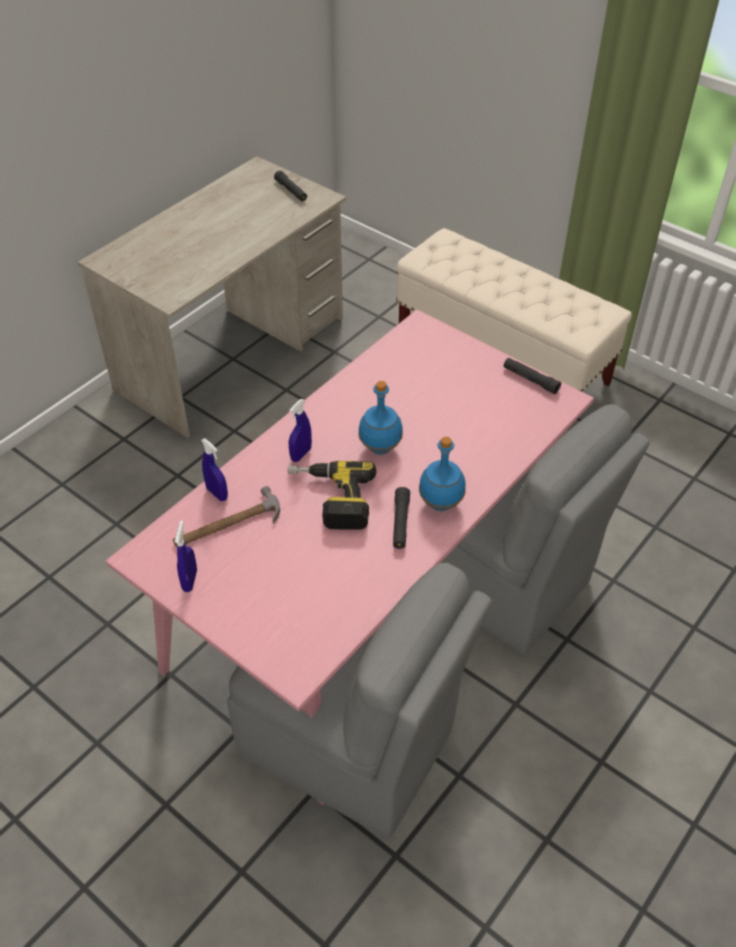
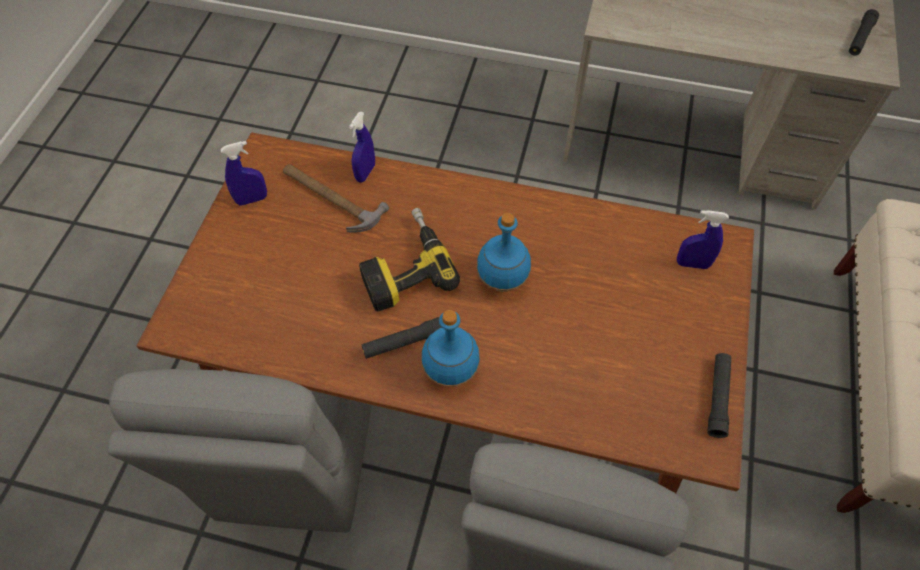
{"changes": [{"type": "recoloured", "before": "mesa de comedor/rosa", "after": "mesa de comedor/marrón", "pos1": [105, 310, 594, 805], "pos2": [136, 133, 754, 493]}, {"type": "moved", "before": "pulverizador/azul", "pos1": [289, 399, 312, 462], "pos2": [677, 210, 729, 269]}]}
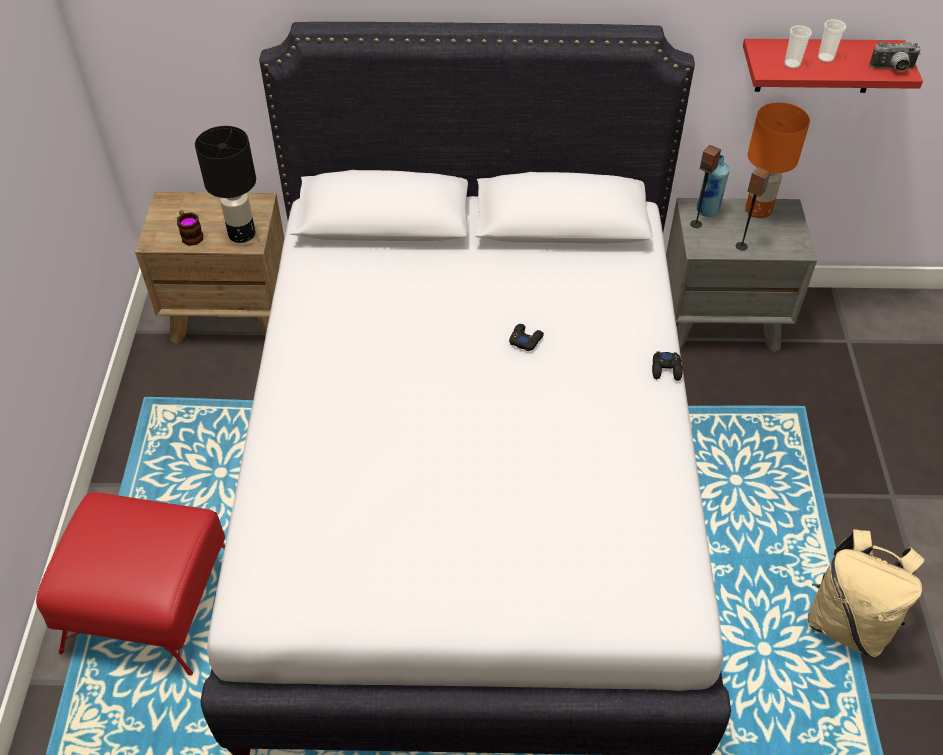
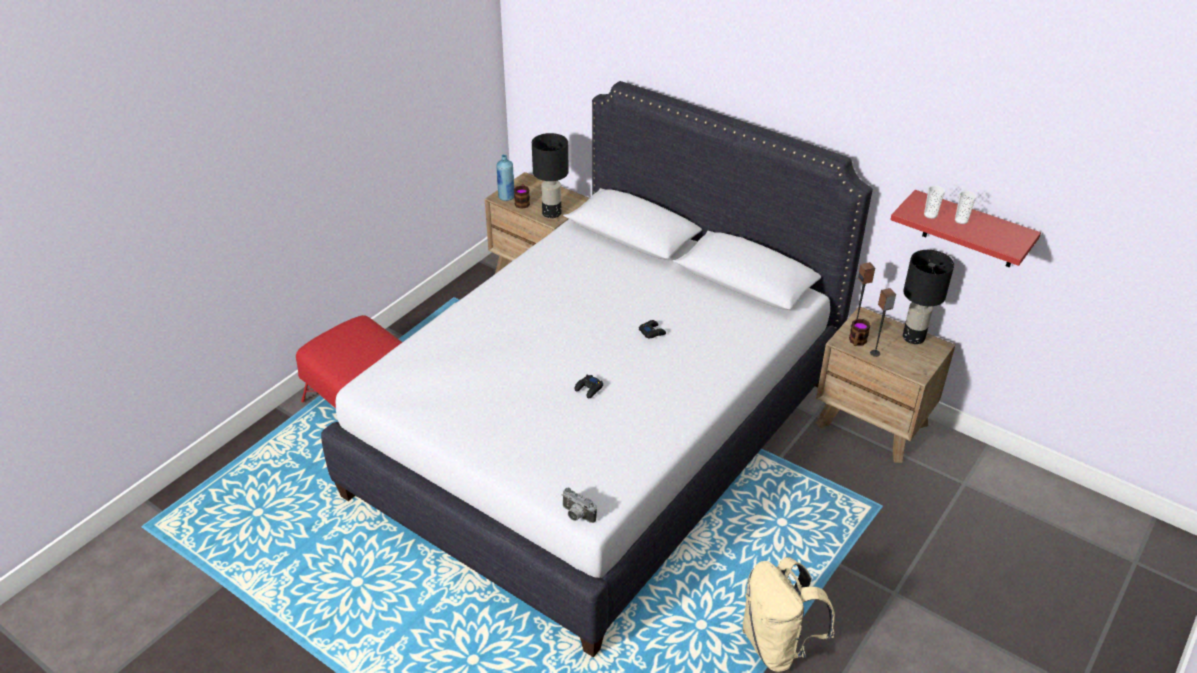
{"changes": [{"type": "moved", "before": "cámara", "pos1": [869, 41, 921, 71], "pos2": [562, 488, 597, 523]}, {"type": "recoloured", "before": "lámpara de mesa/naranja", "after": "lámpara de mesa/negro", "pos1": [745, 102, 810, 218], "pos2": [903, 250, 954, 344]}, {"type": "moved", "before": "botella/azul", "pos1": [696, 155, 730, 217], "pos2": [496, 154, 514, 201]}, {"type": "recoloured", "before": "mesita de noche/gris", "after": "mesita de noche/marrón", "pos1": [666, 198, 817, 352], "pos2": [816, 307, 956, 463]}, {"type": "moved", "before": "mando de consola/negro", "pos1": [652, 351, 683, 381], "pos2": [574, 375, 603, 398]}, {"type": "added", "after": "taza grande", "pos2": [849, 319, 870, 346]}]}
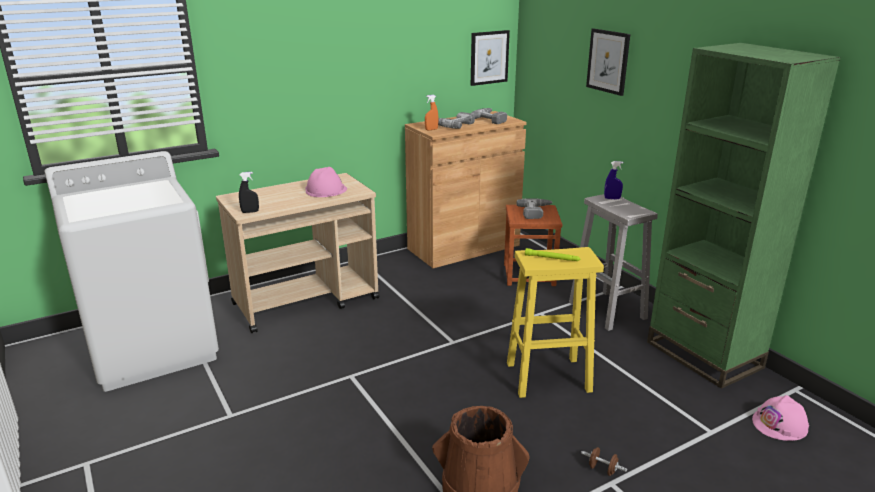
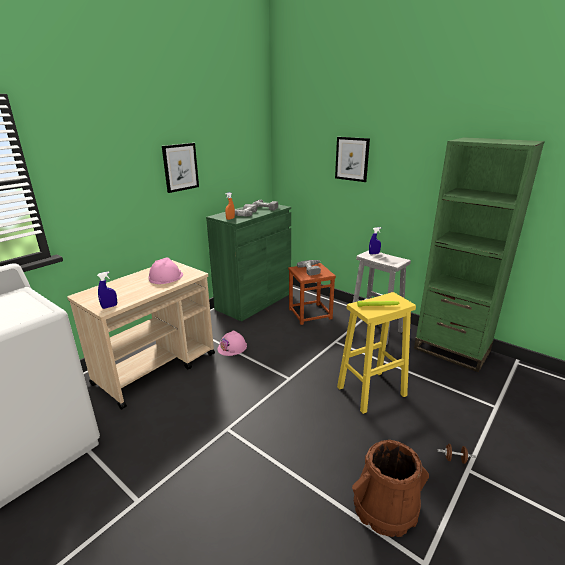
{"changes": [{"type": "moved", "before": "cuadro", "pos1": [471, 30, 510, 86], "pos2": [162, 143, 199, 193]}, {"type": "recoloured", "before": "armario/marrón", "after": "armario/verde", "pos1": [405, 111, 526, 268], "pos2": [206, 202, 291, 322]}, {"type": "recoloured", "before": "pulverizador/negro", "after": "pulverizador/azul", "pos1": [239, 172, 259, 213], "pos2": [97, 271, 117, 309]}, {"type": "moved", "before": "casco/rosa", "pos1": [752, 395, 809, 441], "pos2": [217, 331, 247, 356]}]}
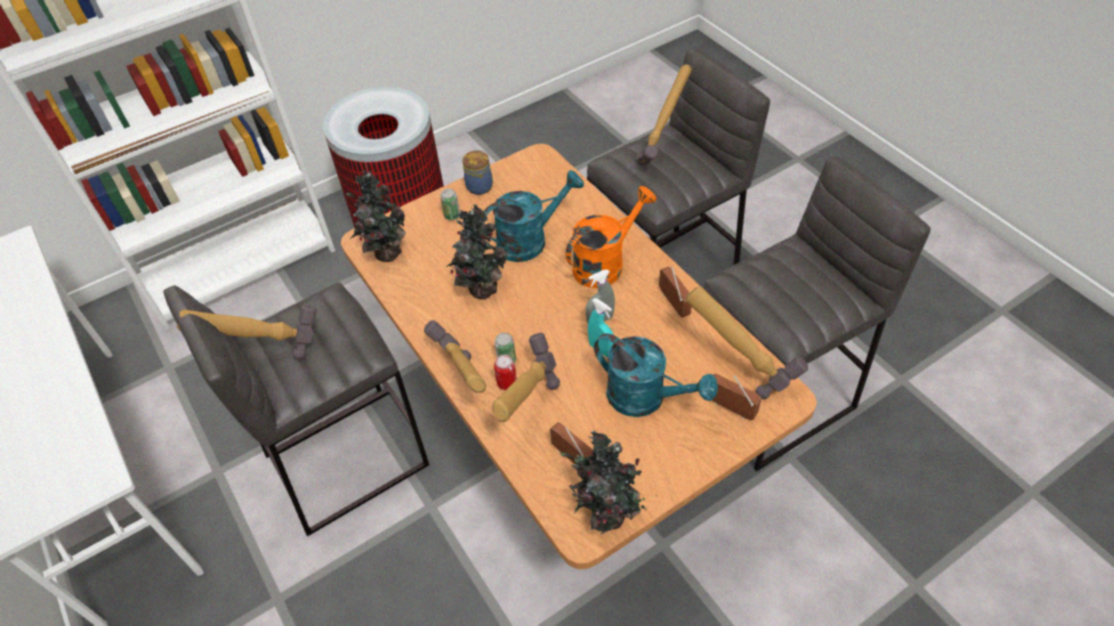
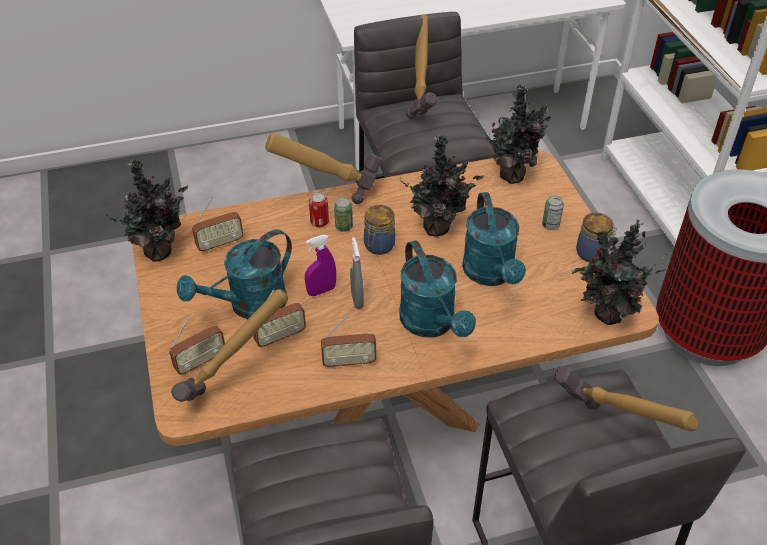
{"changes": [{"type": "recoloured", "before": "regadera/naranja", "after": "regadera/turquesa", "pos1": [566, 186, 656, 288], "pos2": [399, 240, 476, 337]}, {"type": "recoloured", "before": "pulverizador/turquesa", "after": "pulverizador/morado", "pos1": [588, 298, 614, 357], "pos2": [305, 235, 336, 296]}, {"type": "removed", "before": "martillo", "pos1": [493, 333, 560, 422]}, {"type": "added", "after": "tarro", "pos2": [364, 205, 395, 255]}, {"type": "added", "after": "planta en maceta", "pos2": [572, 219, 665, 325]}, {"type": "added", "after": "radio", "pos2": [253, 289, 306, 347]}]}
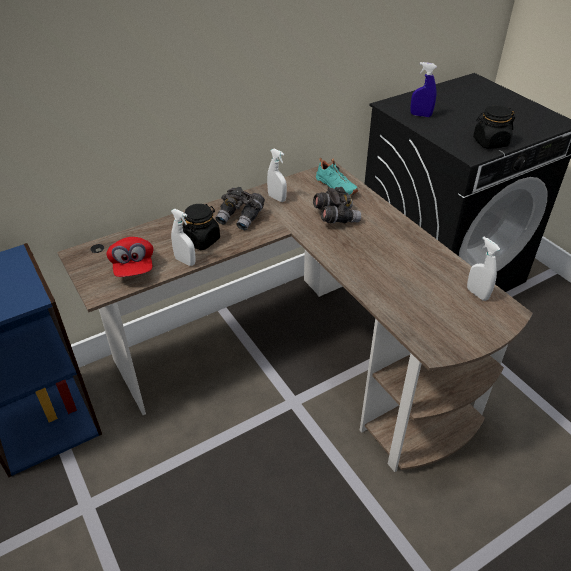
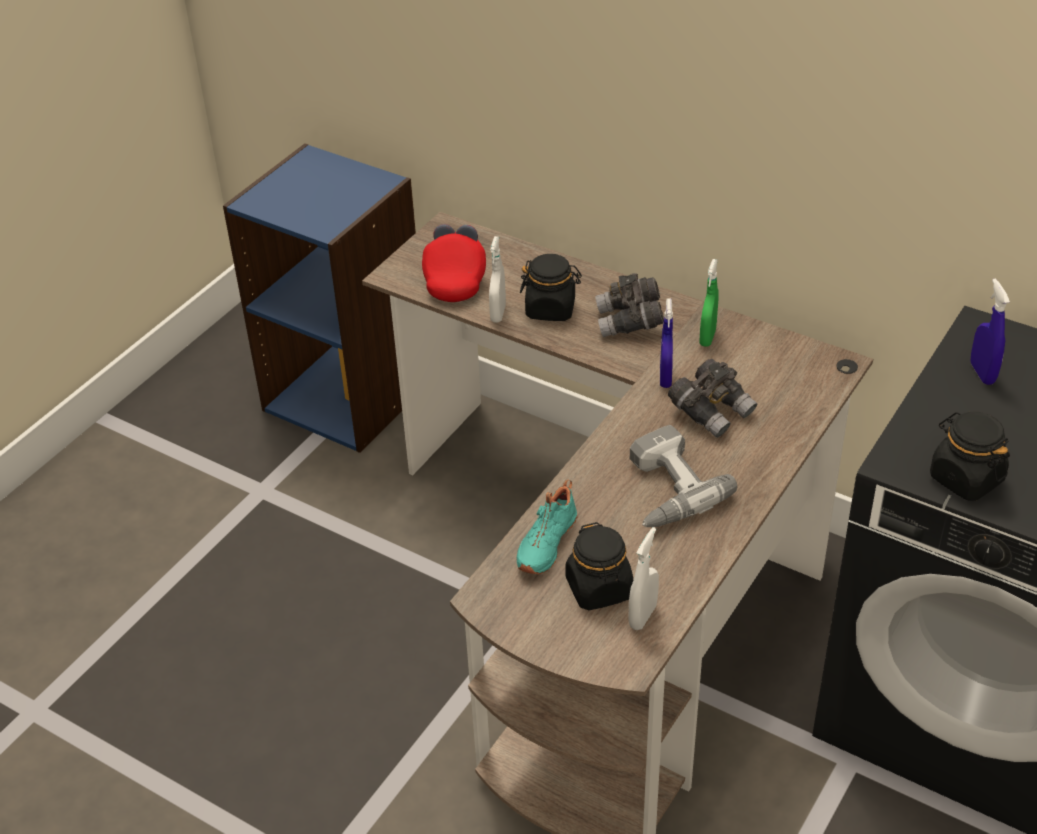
{"changes": [{"type": "recoloured", "before": "pulverizador/blanco", "after": "pulverizador/verde", "pos1": [267, 148, 287, 202], "pos2": [699, 259, 718, 347]}, {"type": "moved", "before": "zapato/turquesa", "pos1": [316, 158, 358, 195], "pos2": [517, 480, 577, 574]}, {"type": "turned", "before": "gorra/rojo", "pos1": [107, 237, 153, 277], "pos2": [422, 224, 486, 302], "turn": 135}, {"type": "added", "after": "pulverizador/azul", "pos2": [660, 298, 673, 388]}, {"type": "added", "after": "taladro", "pos2": [630, 425, 737, 527]}, {"type": "added", "after": "tarro/negro", "pos2": [566, 522, 633, 610]}]}
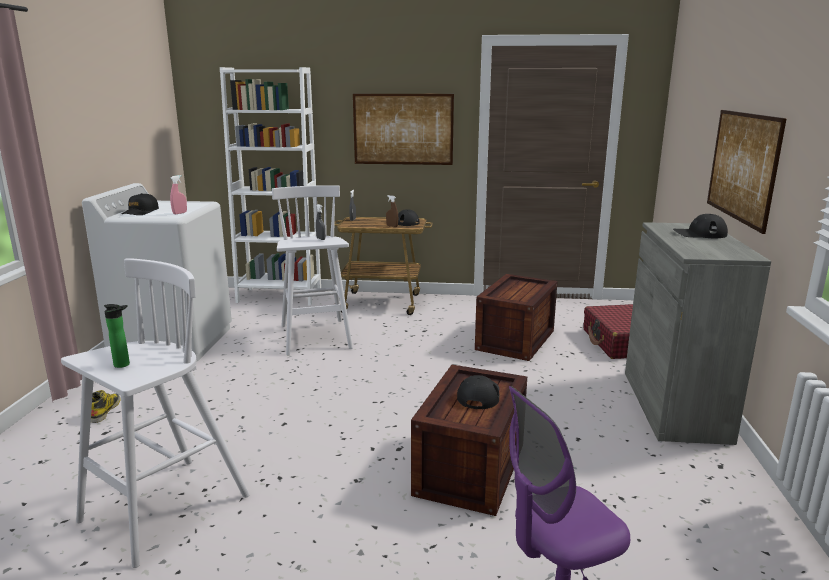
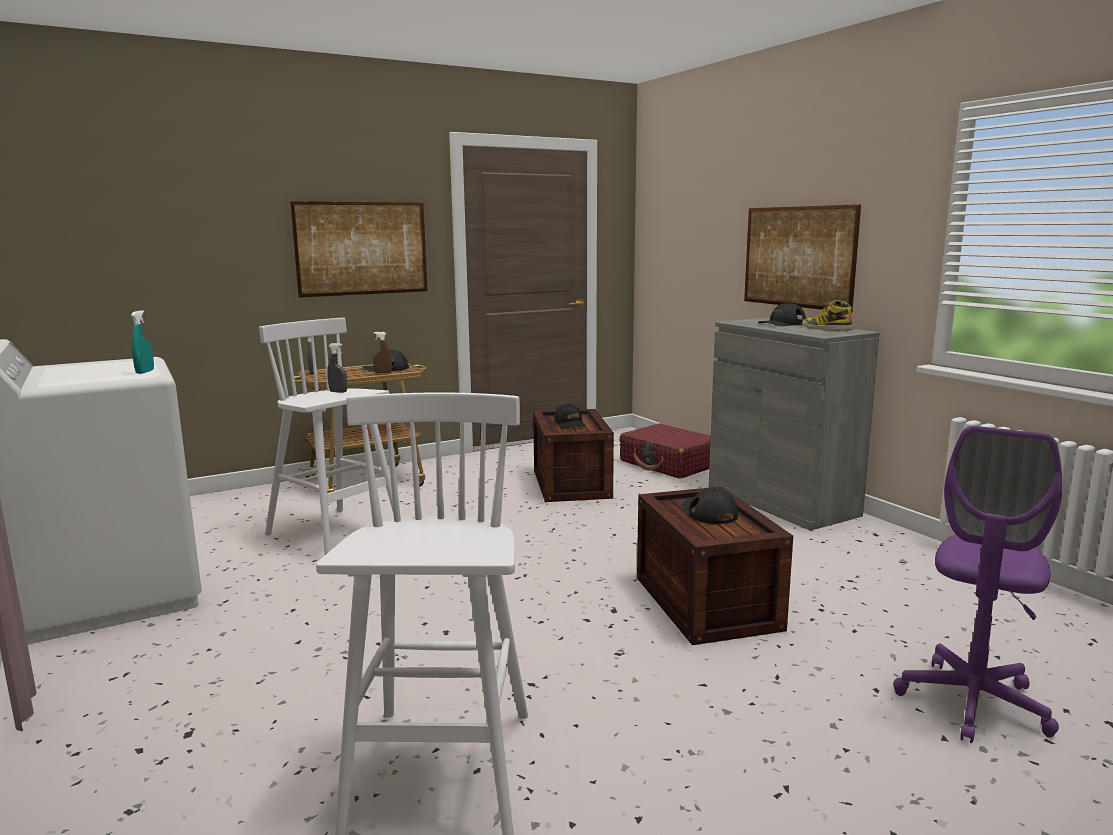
{"changes": [{"type": "removed", "before": "estantería/blanco", "pos1": [220, 67, 321, 306]}, {"type": "recoloured", "before": "pulverizador/rosa", "after": "pulverizador/turquesa", "pos1": [170, 175, 187, 214], "pos2": [131, 310, 154, 374]}, {"type": "moved", "before": "gorra/negro", "pos1": [122, 193, 159, 215], "pos2": [554, 404, 586, 429]}, {"type": "removed", "before": "botella", "pos1": [104, 304, 130, 368]}, {"type": "moved", "before": "bota", "pos1": [91, 390, 121, 423], "pos2": [802, 300, 852, 331]}]}
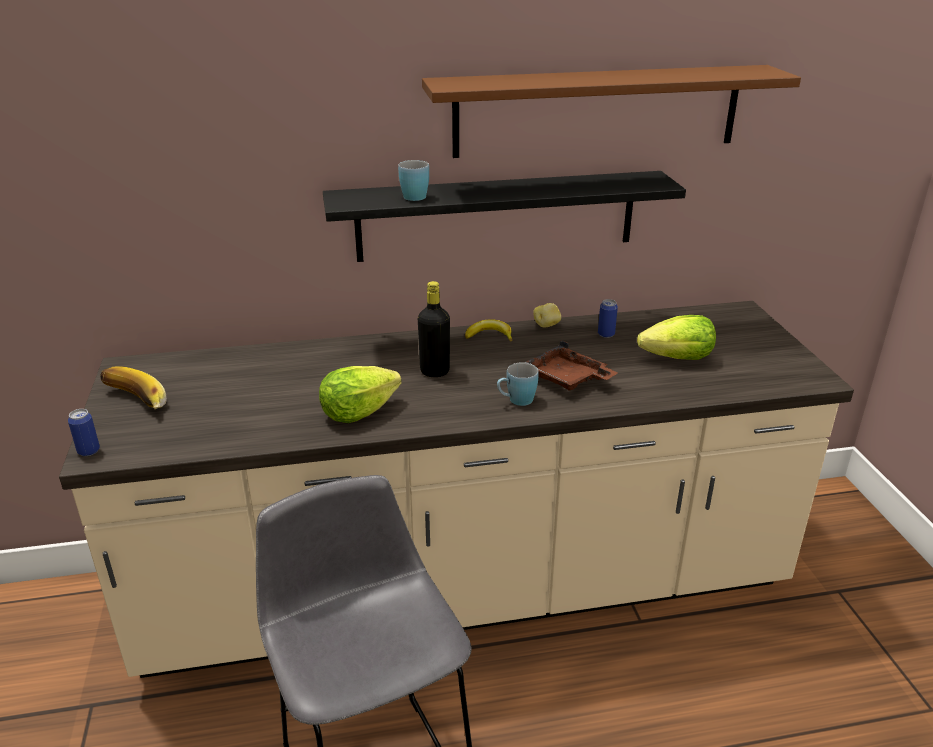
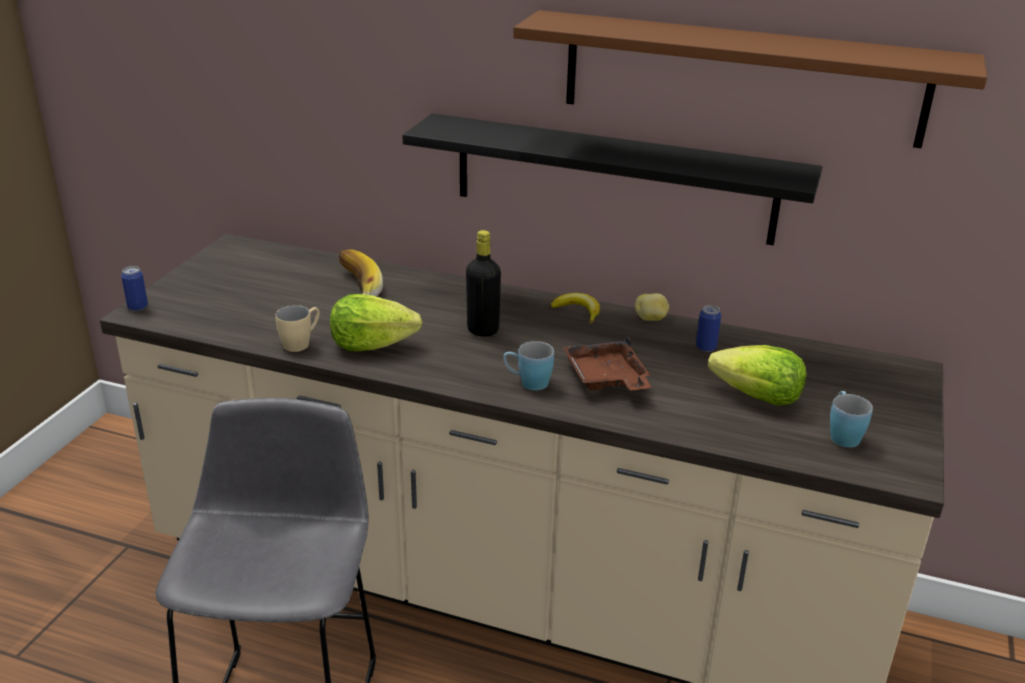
{"changes": [{"type": "moved", "before": "taza grande/azul", "pos1": [398, 160, 429, 201], "pos2": [830, 391, 873, 448]}, {"type": "moved", "before": "plátano", "pos1": [100, 367, 167, 409], "pos2": [338, 249, 383, 296]}, {"type": "added", "after": "taza grande/beis", "pos2": [275, 305, 319, 352]}]}
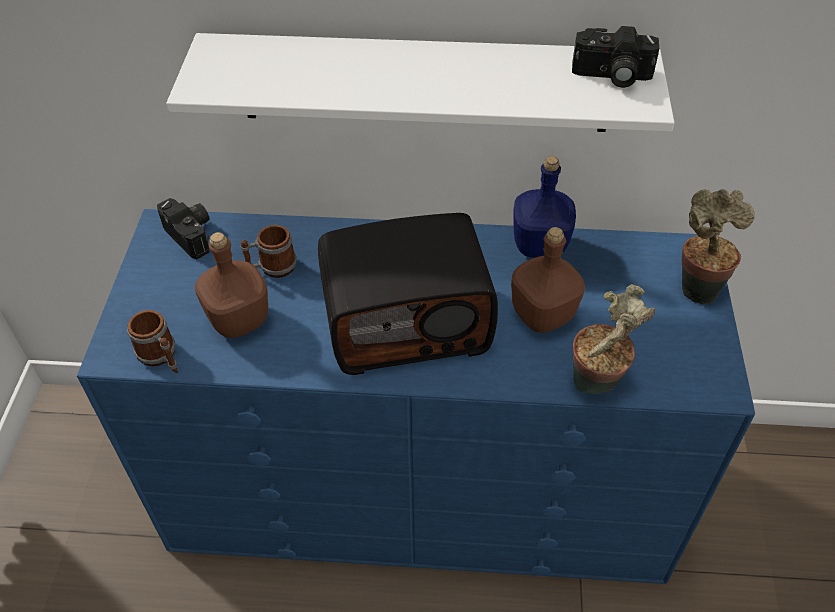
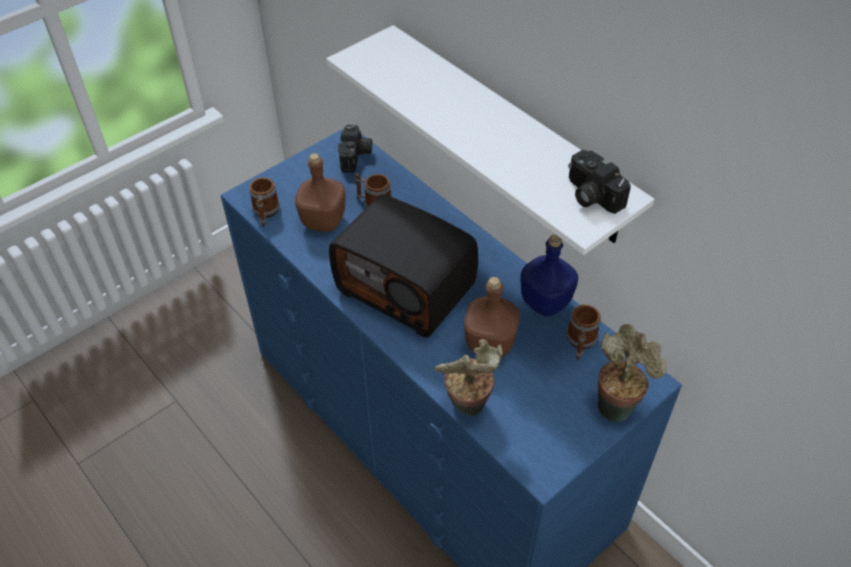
{"changes": [{"type": "added", "after": "taza grande", "pos2": [566, 305, 601, 361]}]}
